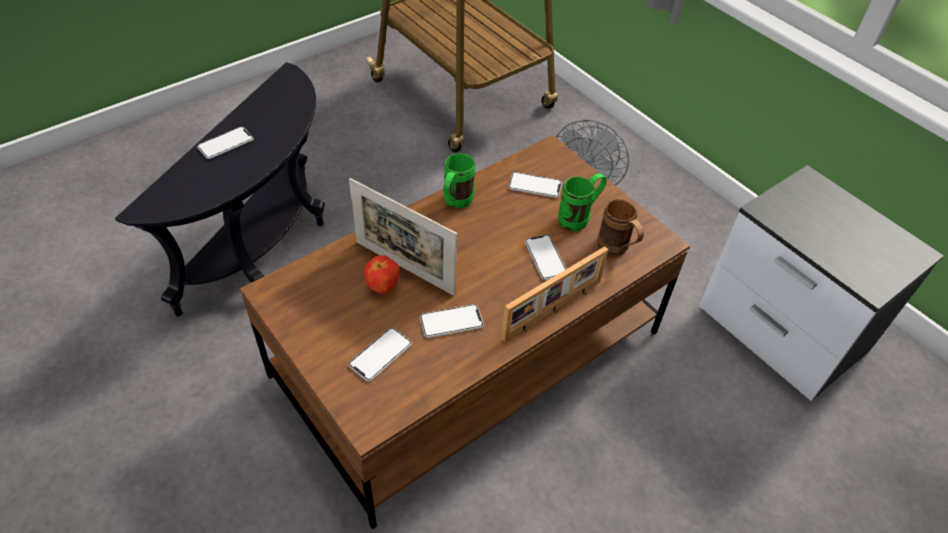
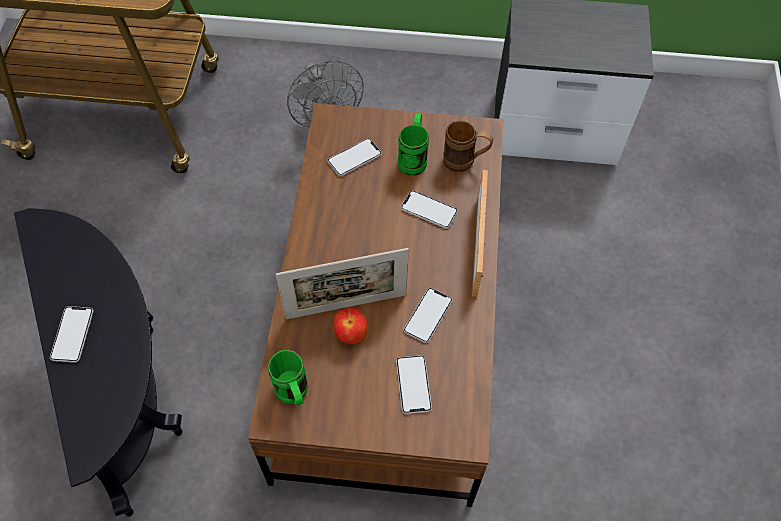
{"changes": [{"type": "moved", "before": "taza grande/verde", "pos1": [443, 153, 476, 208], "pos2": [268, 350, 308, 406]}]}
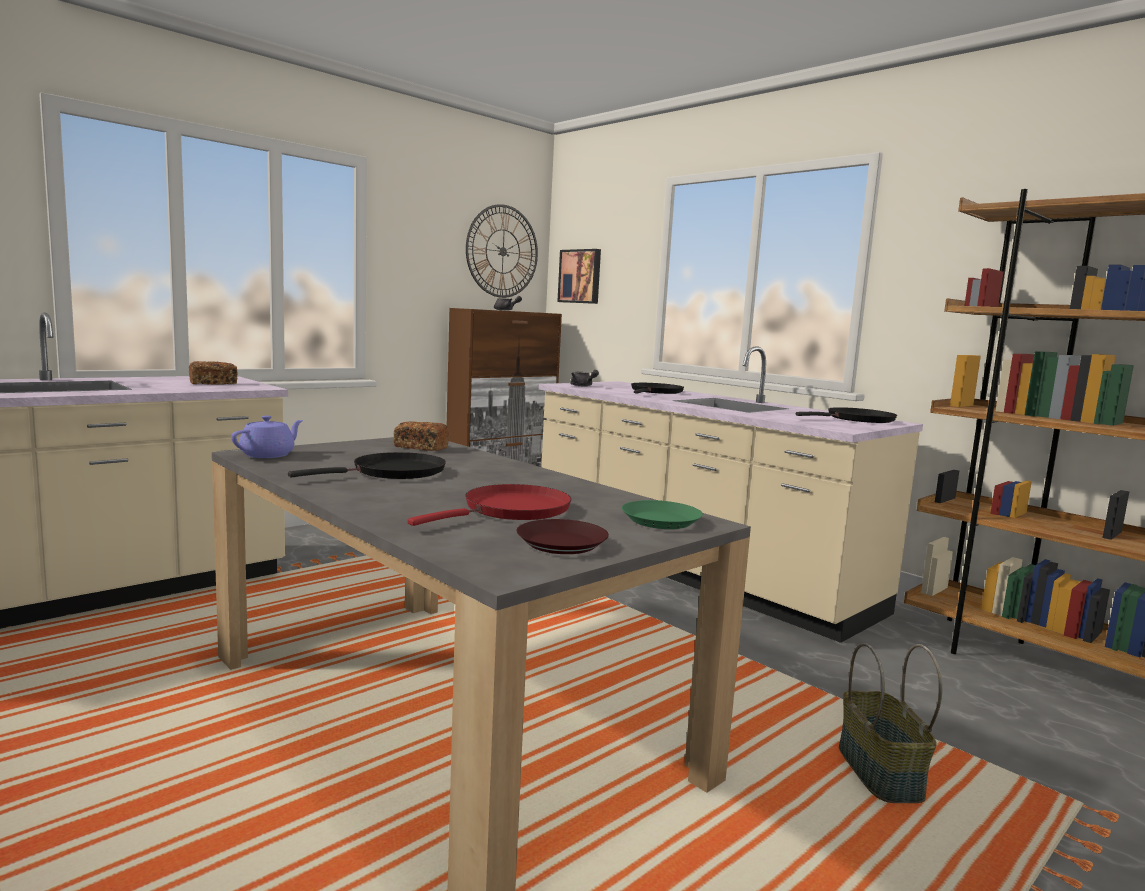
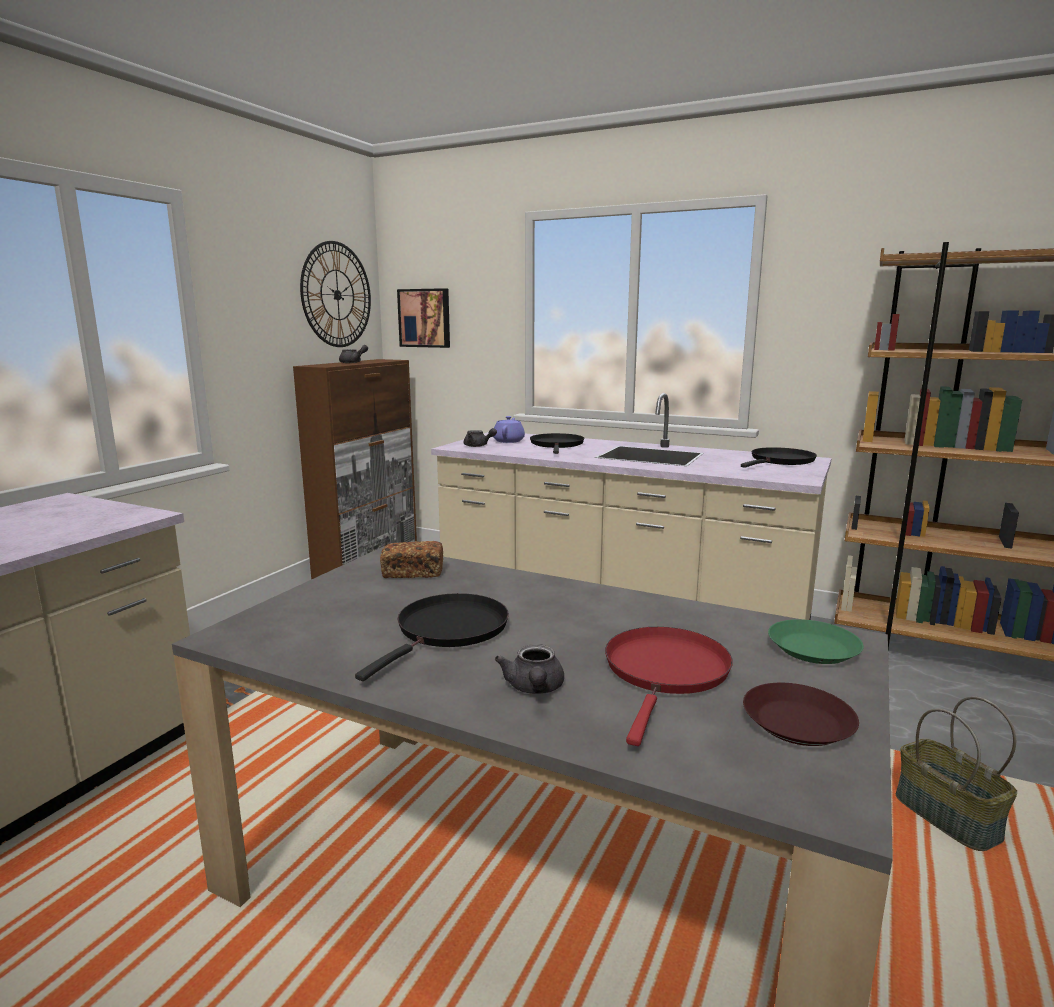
{"changes": [{"type": "removed", "before": "pan", "pos1": [189, 361, 238, 385]}, {"type": "moved", "before": "tetera/morado", "pos1": [231, 415, 303, 458], "pos2": [493, 416, 525, 443]}, {"type": "added", "after": "tetera/gris", "pos2": [495, 644, 564, 694]}]}
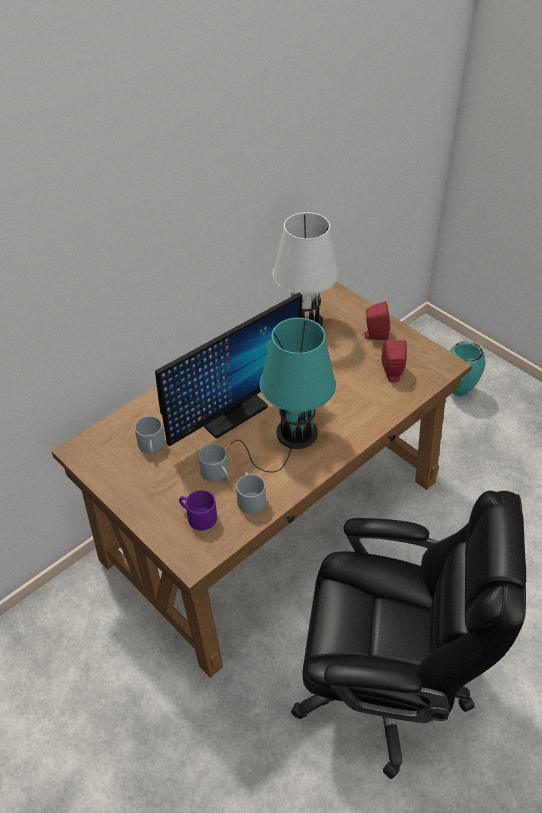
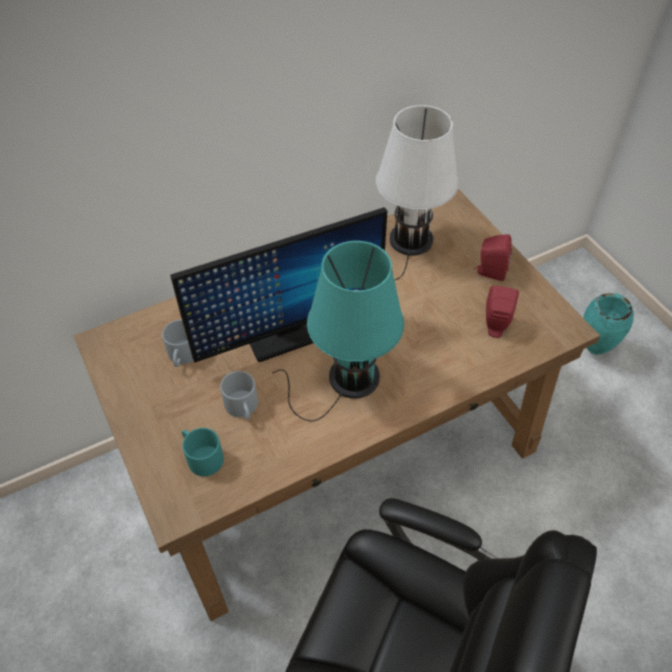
{"changes": [{"type": "removed", "before": "taza grande/gris", "pos1": [236, 472, 266, 514]}, {"type": "recoloured", "before": "taza grande/morado", "after": "taza grande/turquesa", "pos1": [179, 490, 217, 530], "pos2": [182, 428, 224, 476]}]}
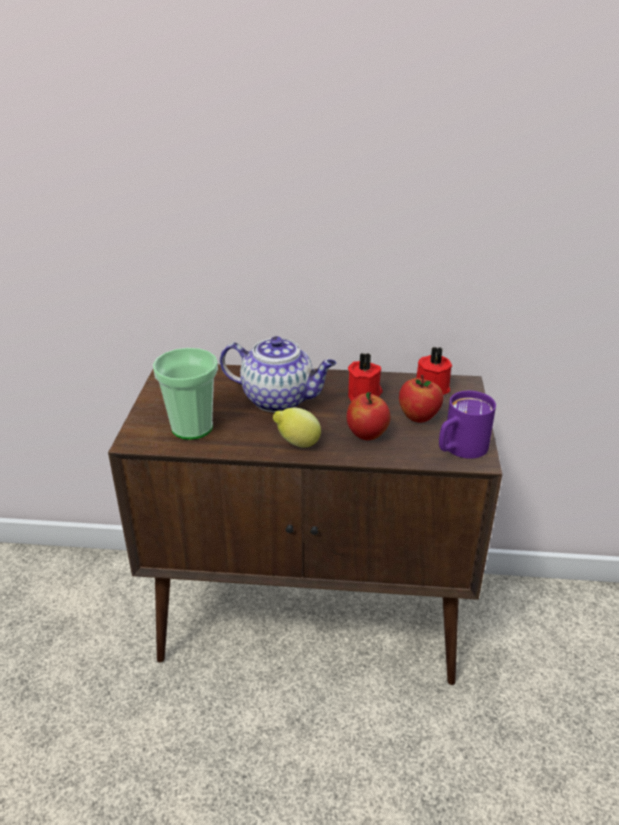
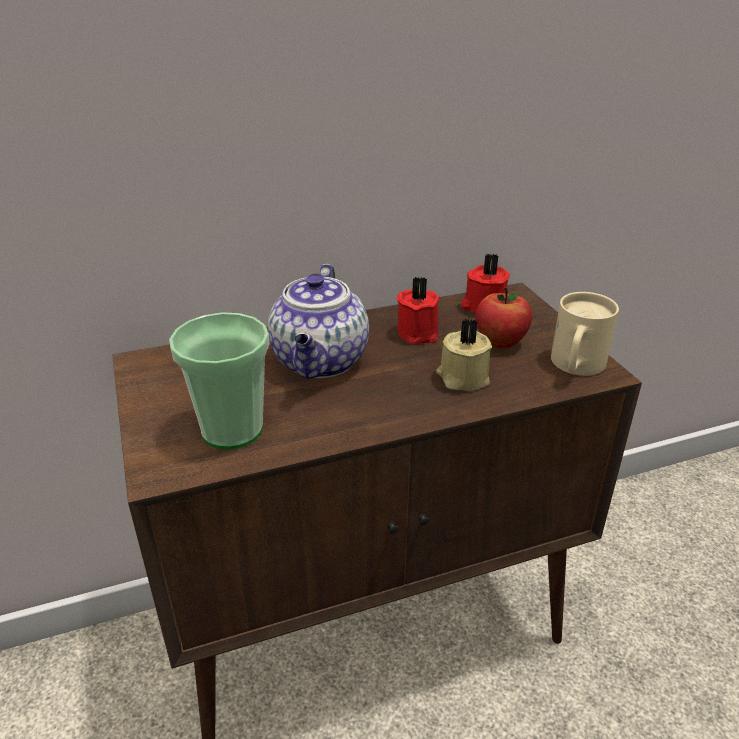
{"changes": [{"type": "turned", "before": "tetera", "pos1": [220, 336, 336, 412], "pos2": [268, 264, 369, 379], "turn": 105}, {"type": "recoloured", "before": "taza grande/morado", "after": "taza grande/beis", "pos1": [439, 391, 496, 459], "pos2": [551, 292, 619, 376]}, {"type": "replaced", "before": "manzana", "after": "vela/beis", "pos1": [347, 392, 390, 440], "pos2": [436, 319, 492, 391]}, {"type": "removed", "before": "limón", "pos1": [273, 407, 321, 448]}]}
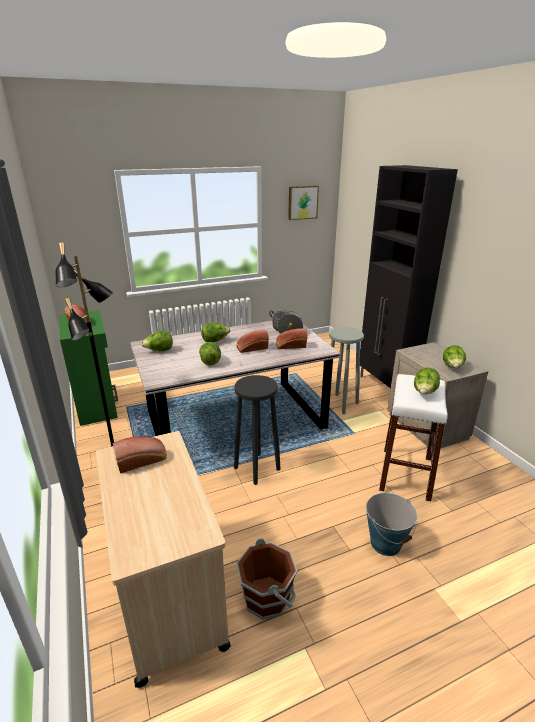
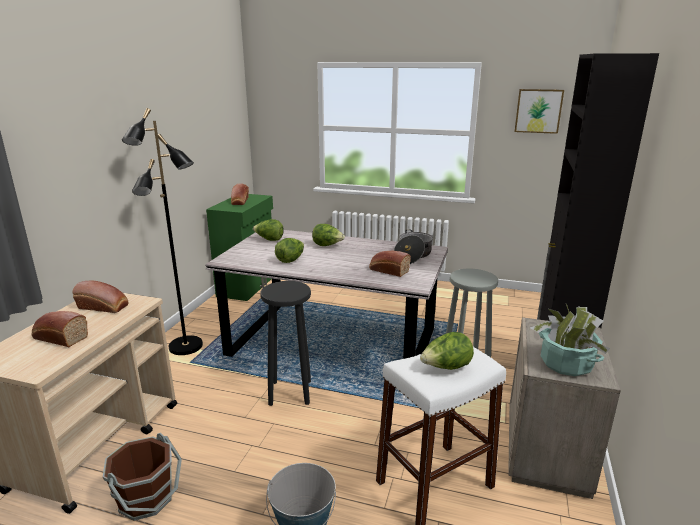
{"changes": [{"type": "moved", "before": "pan", "pos1": [236, 330, 269, 353], "pos2": [31, 311, 88, 347]}, {"type": "replaced", "before": "lechuga", "after": "planta en maceta", "pos1": [443, 345, 466, 368], "pos2": [530, 304, 610, 376]}]}
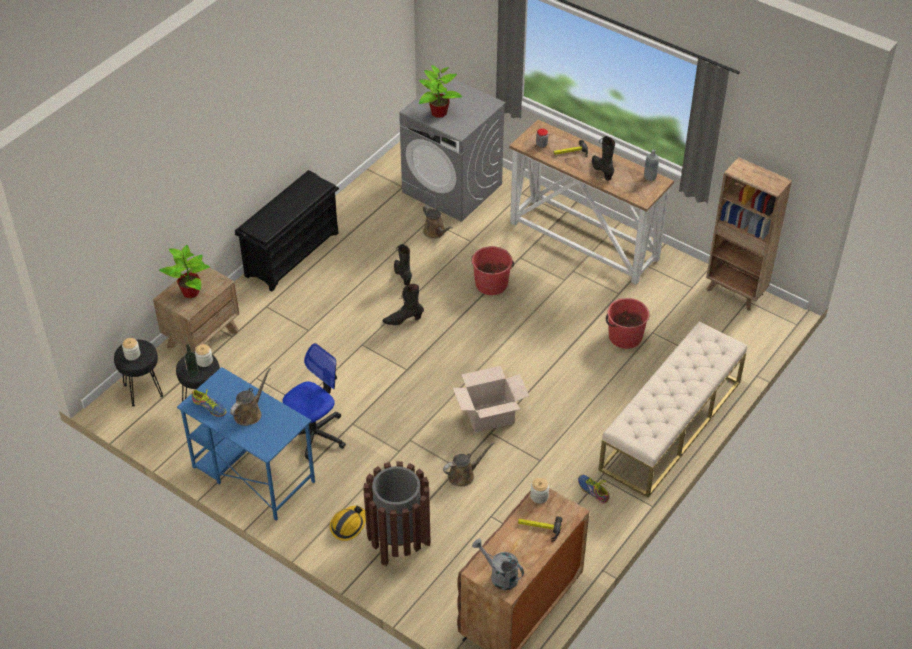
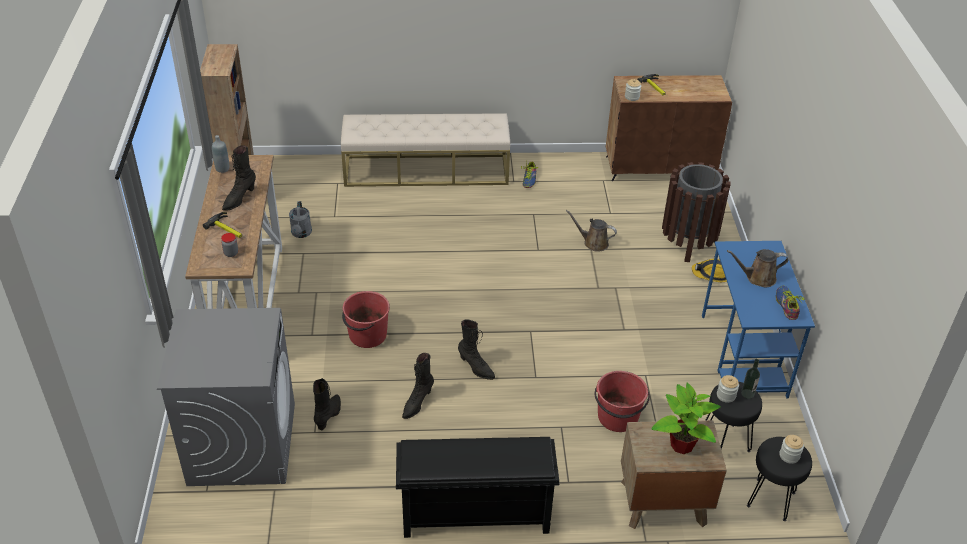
{"changes": [{"type": "removed", "before": "planta en maceta", "pos1": [419, 65, 462, 118]}, {"type": "replaced", "before": "regadera/marrón", "after": "bota/negro", "pos1": [423, 205, 453, 239], "pos2": [313, 378, 341, 430]}, {"type": "moved", "before": "cubo/rojo", "pos1": [606, 298, 649, 349], "pos2": [595, 371, 650, 432]}, {"type": "removed", "before": "silla de oficina", "pos1": [282, 343, 346, 460]}, {"type": "removed", "before": "caja de cartón", "pos1": [453, 366, 529, 432]}, {"type": "moved", "before": "regadera/gris", "pos1": [472, 539, 524, 590], "pos2": [289, 201, 312, 238]}]}
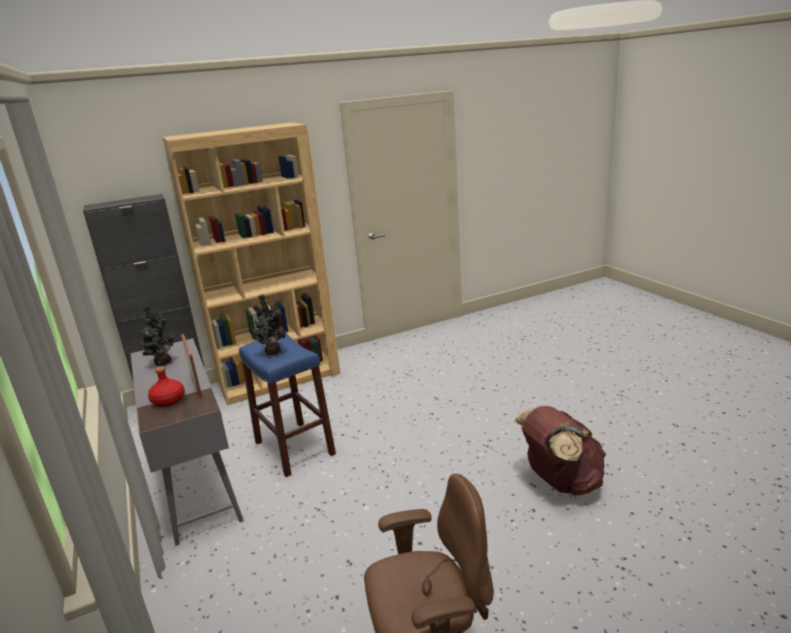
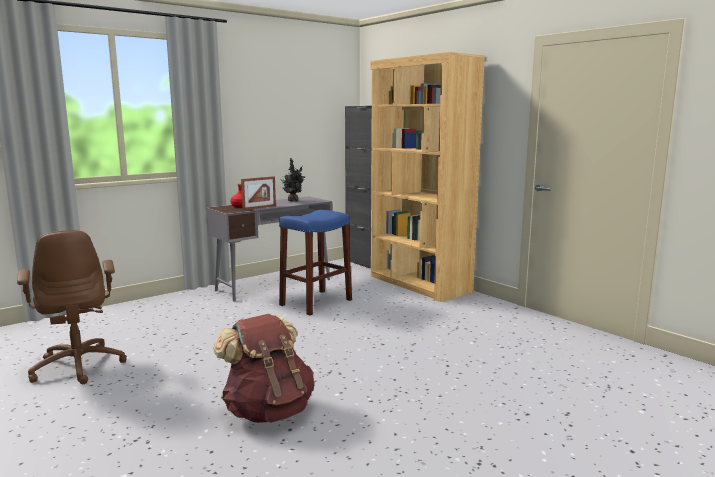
{"changes": [{"type": "removed", "before": "planta en maceta", "pos1": [250, 295, 286, 355]}]}
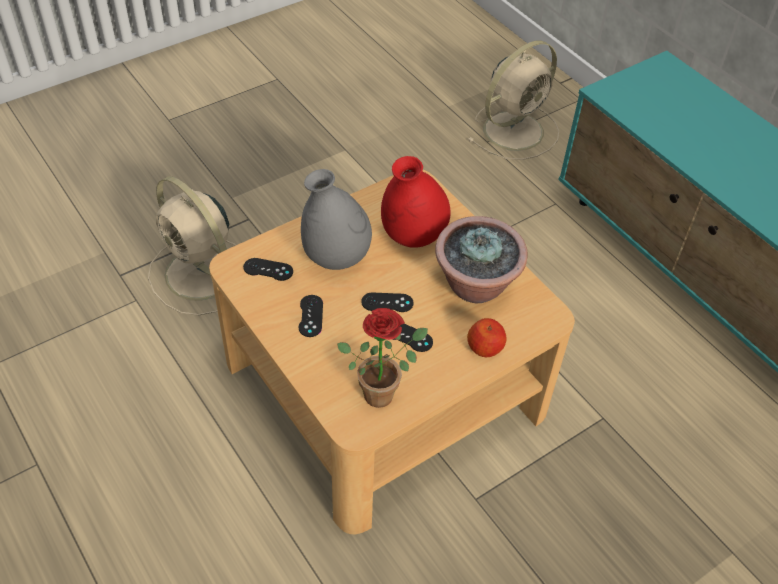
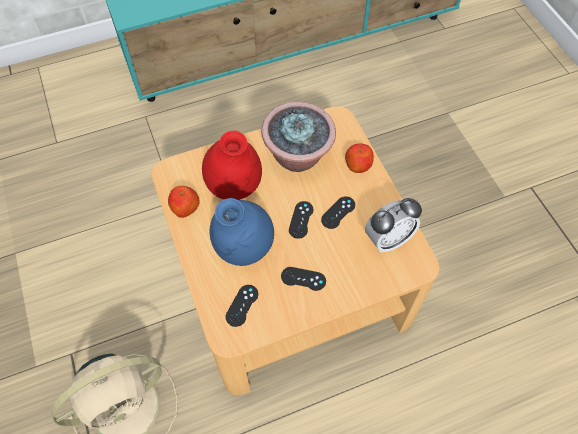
{"changes": [{"type": "removed", "before": "ventilador/beis", "pos1": [467, 41, 559, 160]}, {"type": "recoloured", "before": "florero/gris", "after": "florero/azul", "pos1": [301, 169, 372, 270], "pos2": [210, 198, 274, 266]}, {"type": "replaced", "before": "planta en maceta", "after": "despertador", "pos1": [337, 308, 428, 408], "pos2": [365, 198, 422, 253]}, {"type": "added", "after": "manzana", "pos2": [168, 186, 200, 218]}]}
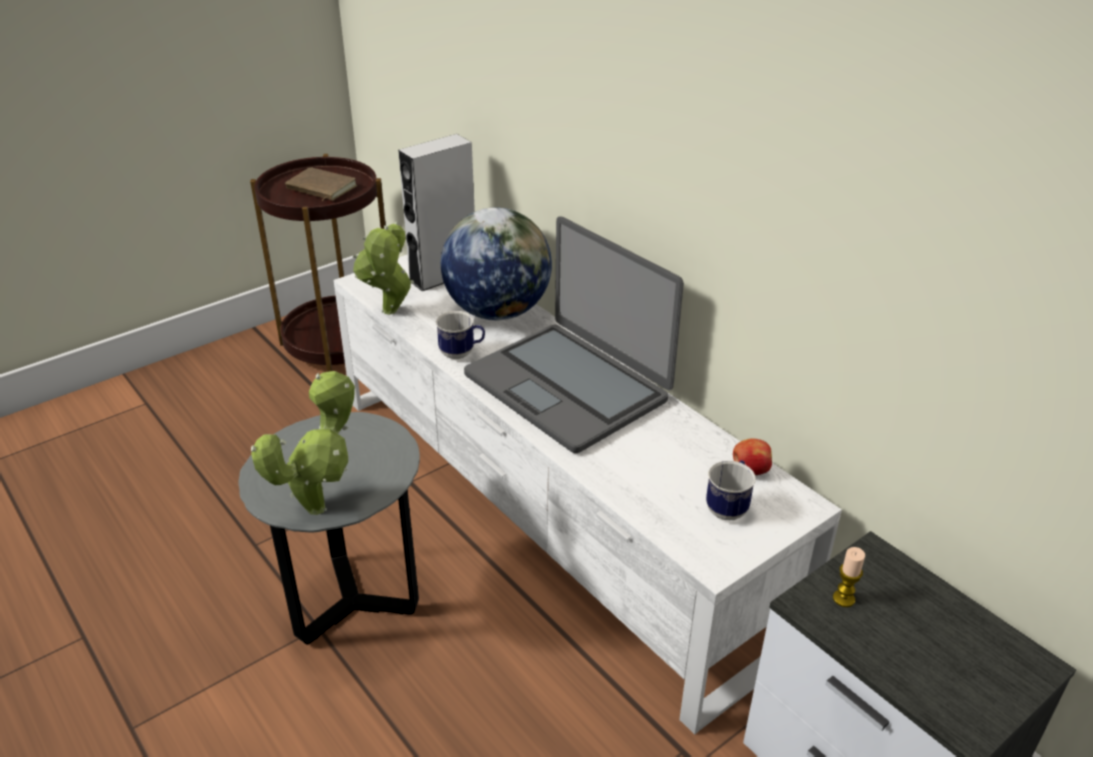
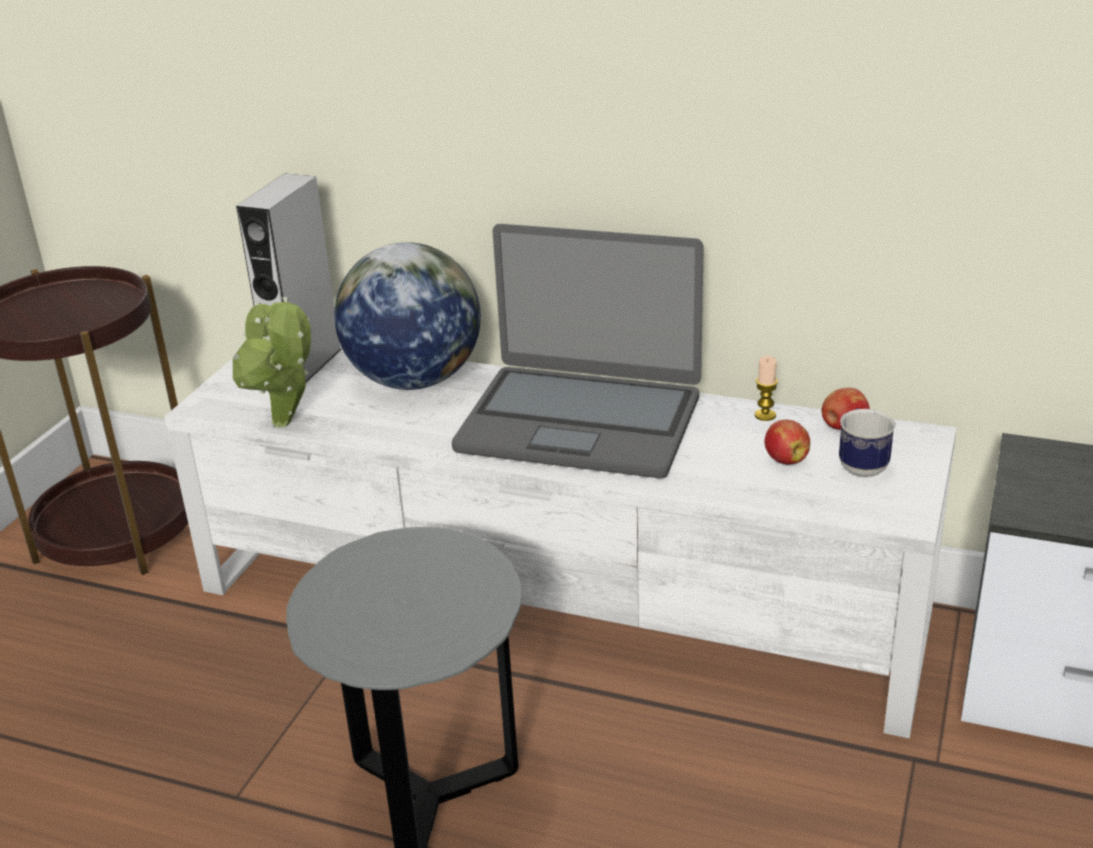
{"changes": [{"type": "removed", "before": "libro/marrón", "pos1": [285, 167, 357, 201]}, {"type": "removed", "before": "taza grande", "pos1": [436, 311, 485, 359]}, {"type": "removed", "before": "planta en maceta", "pos1": [251, 371, 355, 515]}, {"type": "moved", "before": "vela", "pos1": [833, 547, 865, 607], "pos2": [755, 356, 778, 421]}, {"type": "added", "after": "manzana", "pos2": [765, 420, 810, 465]}]}
